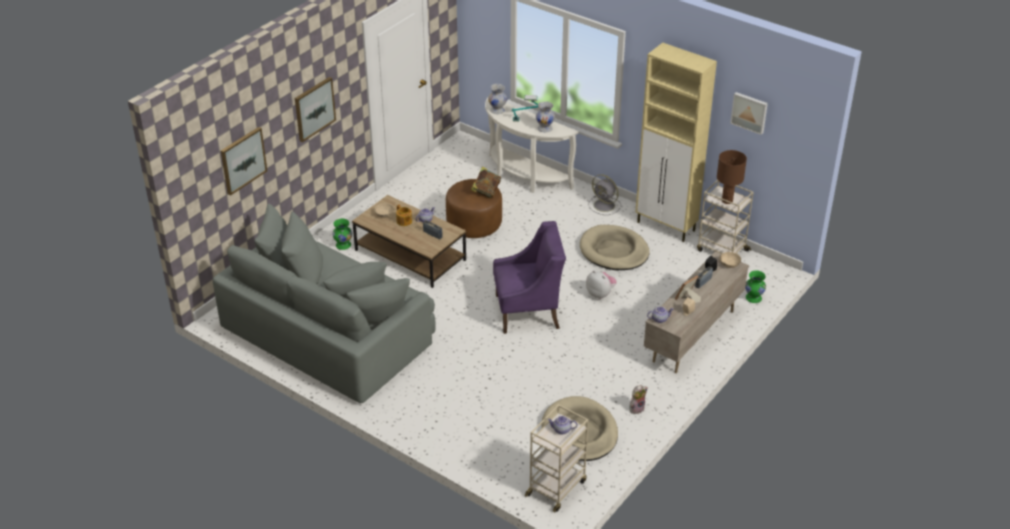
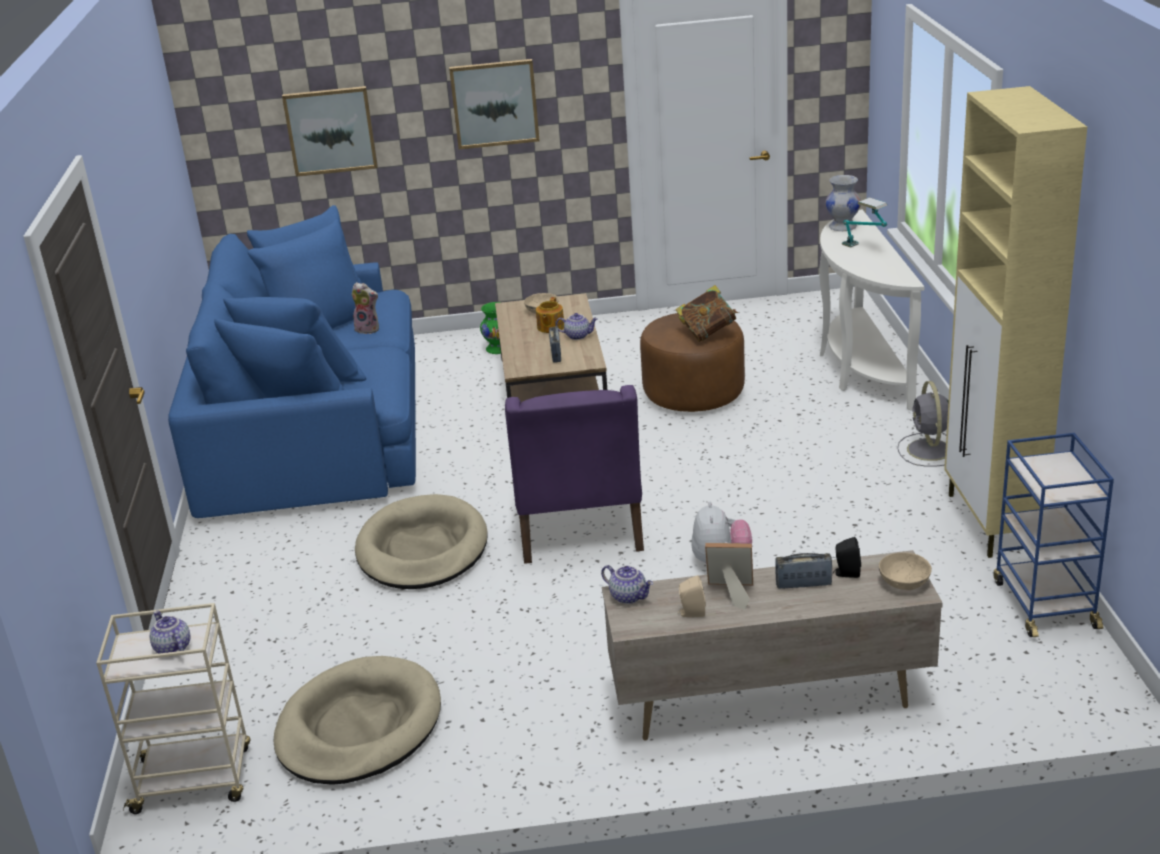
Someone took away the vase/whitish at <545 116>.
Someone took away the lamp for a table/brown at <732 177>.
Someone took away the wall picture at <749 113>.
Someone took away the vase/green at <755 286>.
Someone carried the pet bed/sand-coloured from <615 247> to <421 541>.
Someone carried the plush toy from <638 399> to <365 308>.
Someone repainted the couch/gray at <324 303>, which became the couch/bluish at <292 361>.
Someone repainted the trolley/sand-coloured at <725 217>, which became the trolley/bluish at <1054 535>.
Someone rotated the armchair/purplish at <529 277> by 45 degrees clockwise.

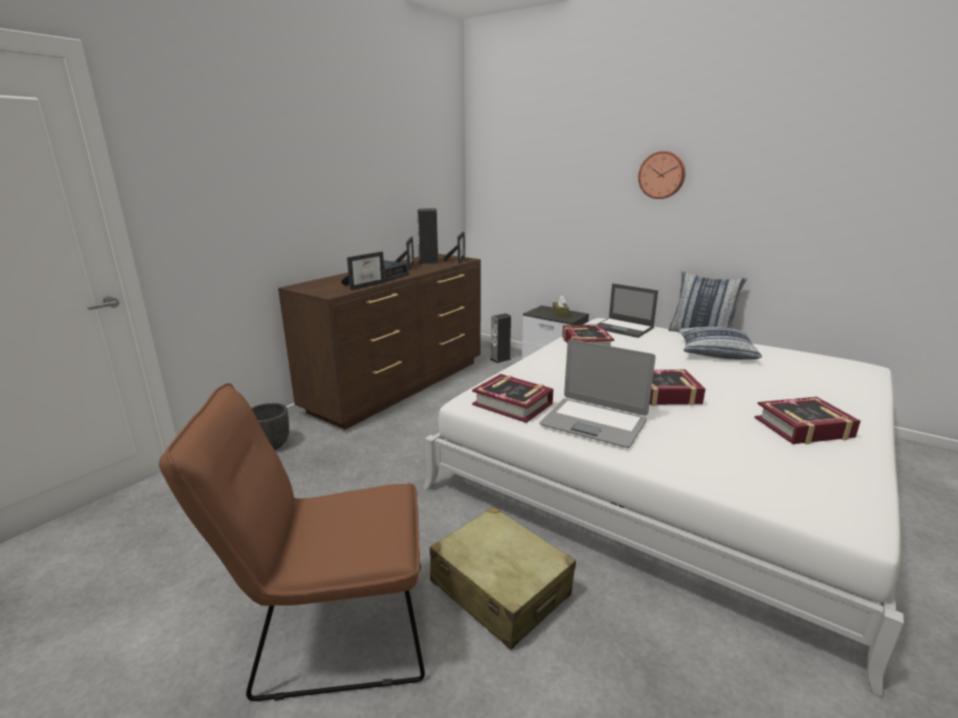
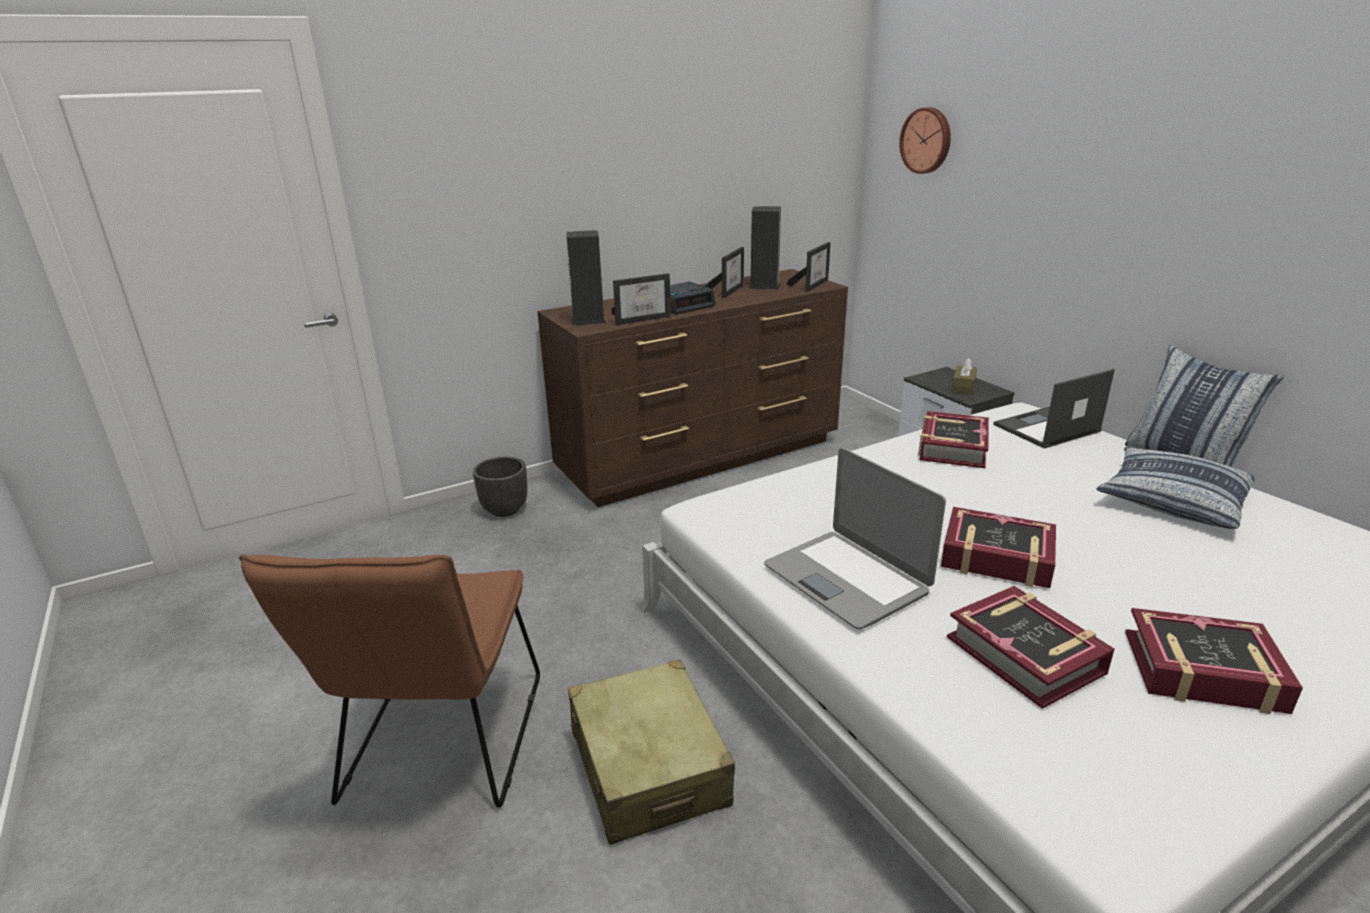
Someone carried the bound book from <512 398> to <1031 647>.
Someone carried the audio speaker from <500 338> to <586 278>.
Someone carried the wall clock from <661 175> to <925 140>.
Someone rotated the plain chair/brown at <292 542> by 105 degrees counterclockwise.
Someone rotated the notebook computer at <628 310> by 90 degrees clockwise.

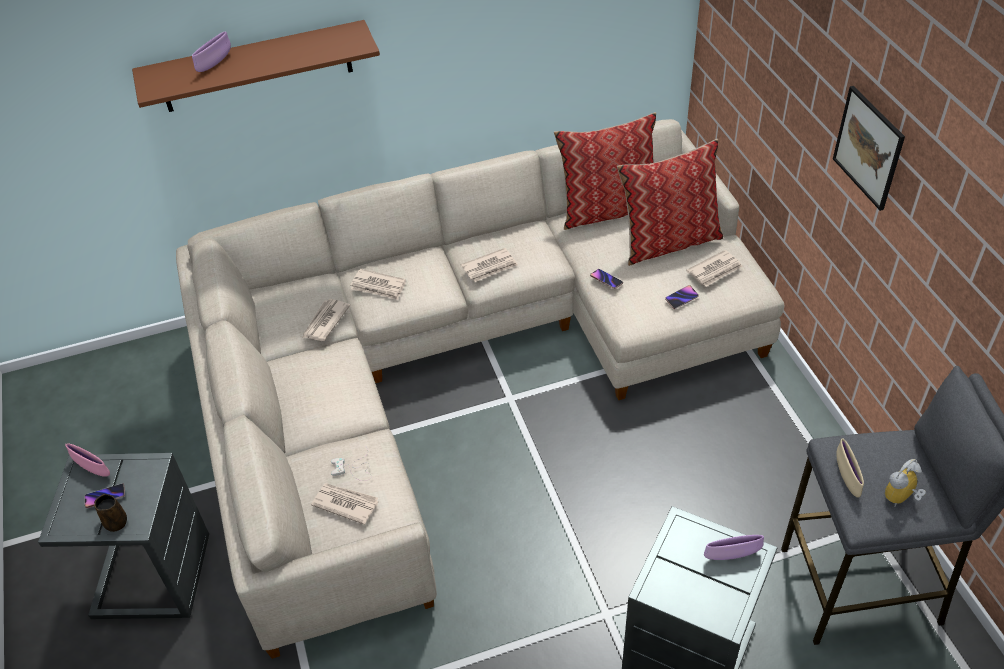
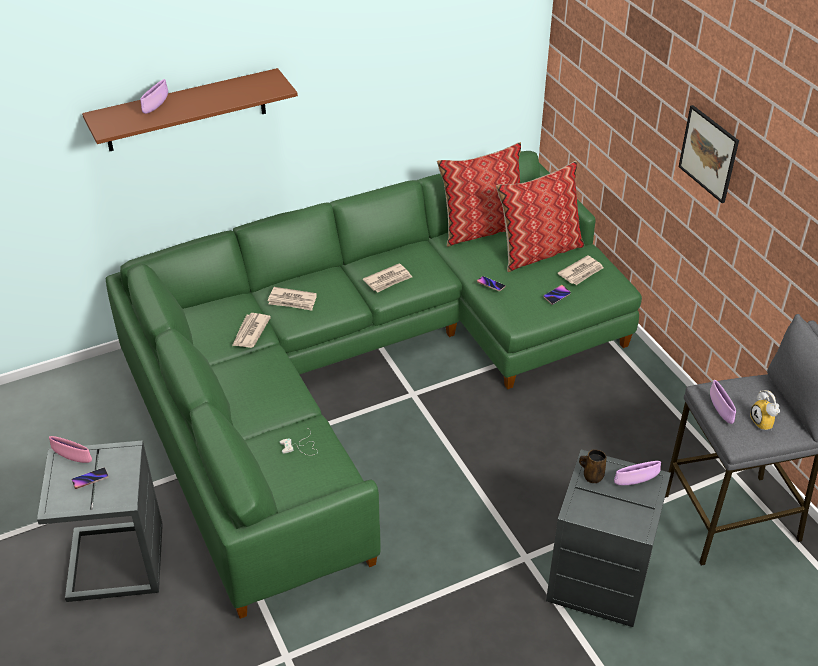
Someone took away the printed paper at <344 504>.
Someone carried the mug/brown from <110 513> to <592 466>.
Someone repainted the couch/sand-coloured at <480 389>, which became the couch/green at <374 385>.
Someone repainted the bowl/sand-coloured at <850 468>, which became the bowl/purplish at <723 402>.
Someone rotated the alarm clock at <905 482> by 60 degrees counterclockwise.

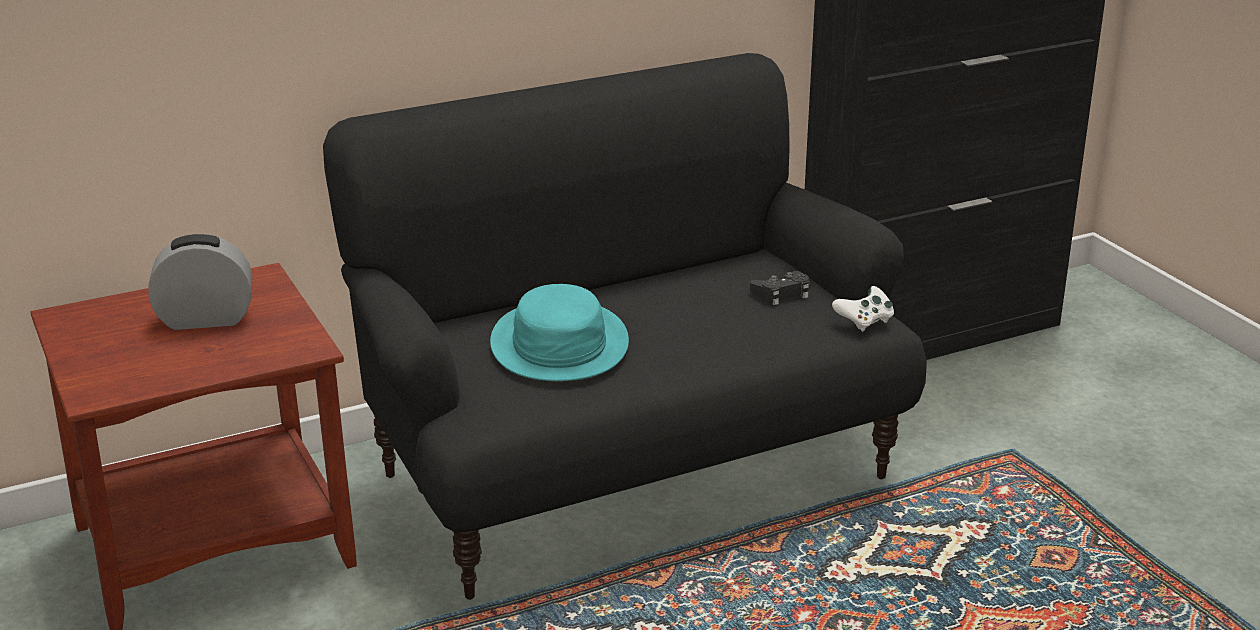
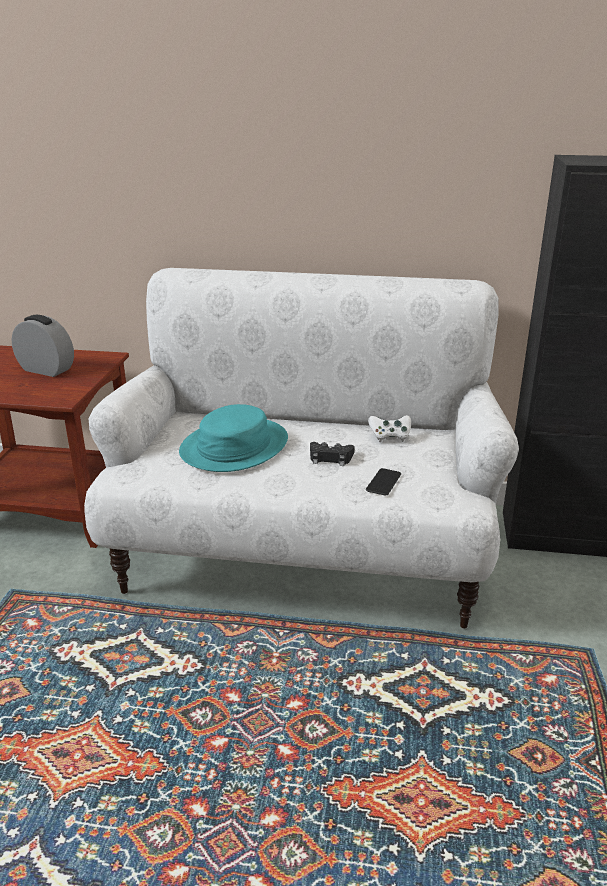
Someone put down the phone at <383 482>.
Someone carried the game controller/black from <780 288> to <332 454>.
Someone carried the game controller/whitish from <863 309> to <389 428>.
Someone repainted the couch/black at <625 326>, which became the couch/whitish at <301 448>.

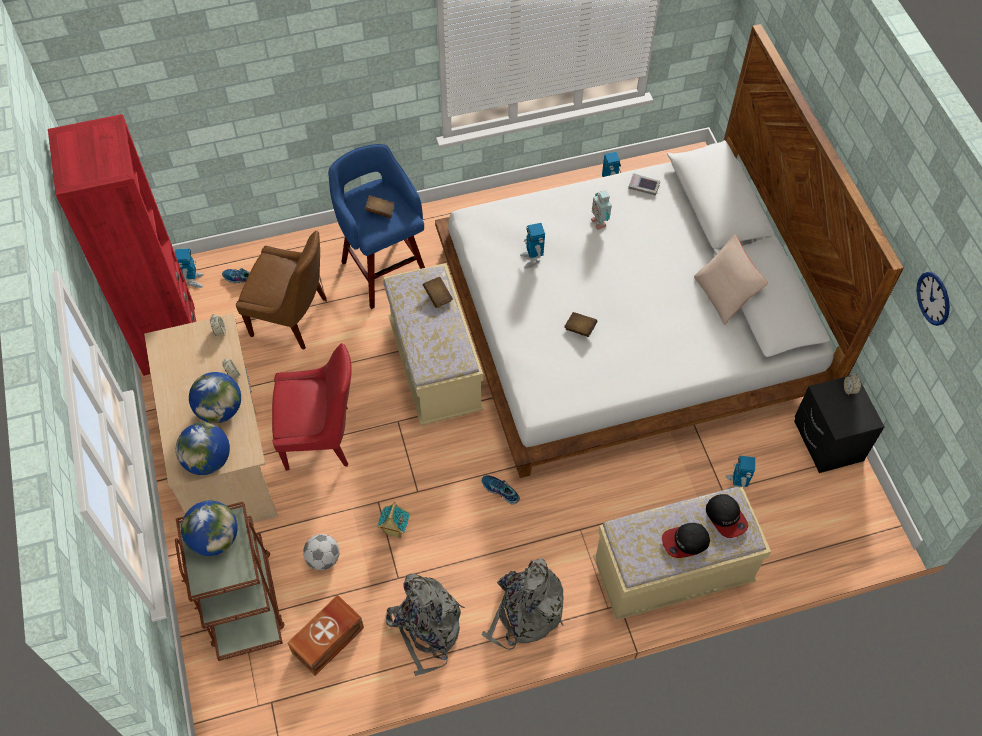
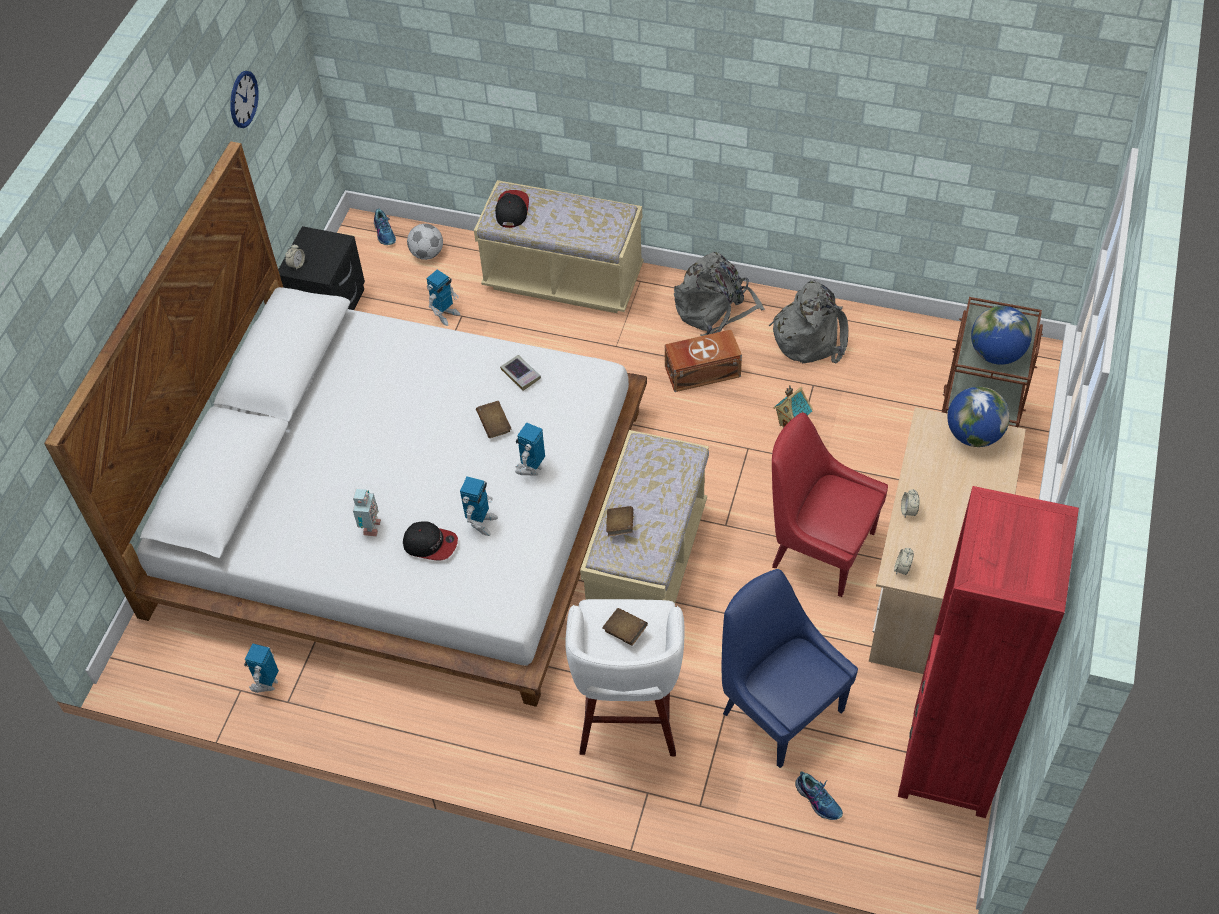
Someone took away the globe at <215 397>.
Someone took away the cushion/sand-coloured at <731 279>.
Someone carried the robot figure from <189 268> to <530 449>.
Someone carried the storage container/brown from <326 635> to <703 360>.
Someone carried the football from <321 552> to <425 242>.
Someone carried the shoe from <501 490> to <385 226>.
Someone carried the bound book from <644 184> to <520 373>.
Someone carried the peaked cap from <686 540> to <430 541>.
Someone repainted the plain chair/brown at <281 290>, which became the plain chair/bluish at <790 668>.
Someone repainted the sitting stool/bluish at <376 226>, which became the sitting stool/whitish at <625 677>.

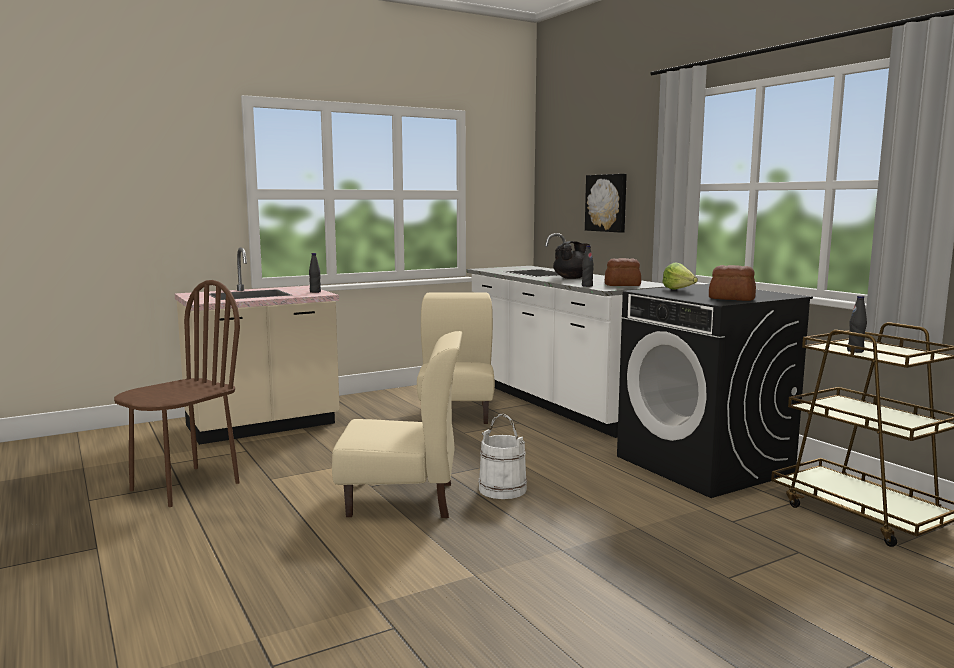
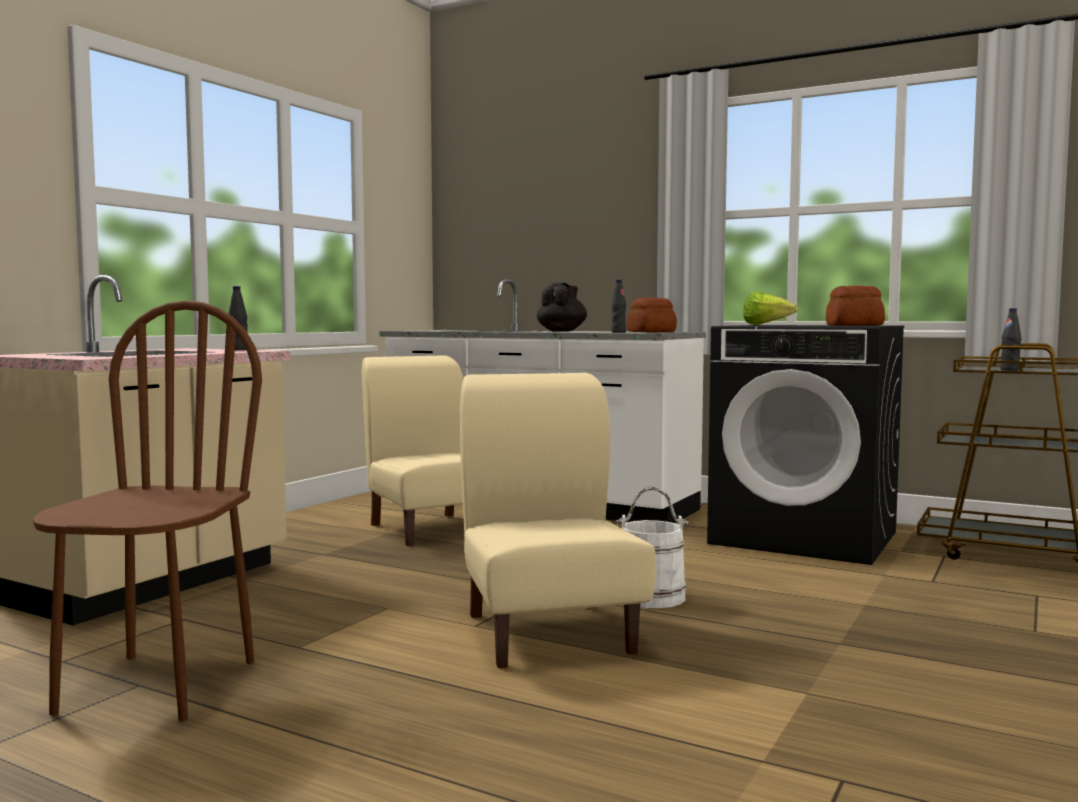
Someone took away the wall picture at <606 203>.
Someone rotated the plain chair/sand-coloured at <397 424> by 75 degrees counterclockwise.

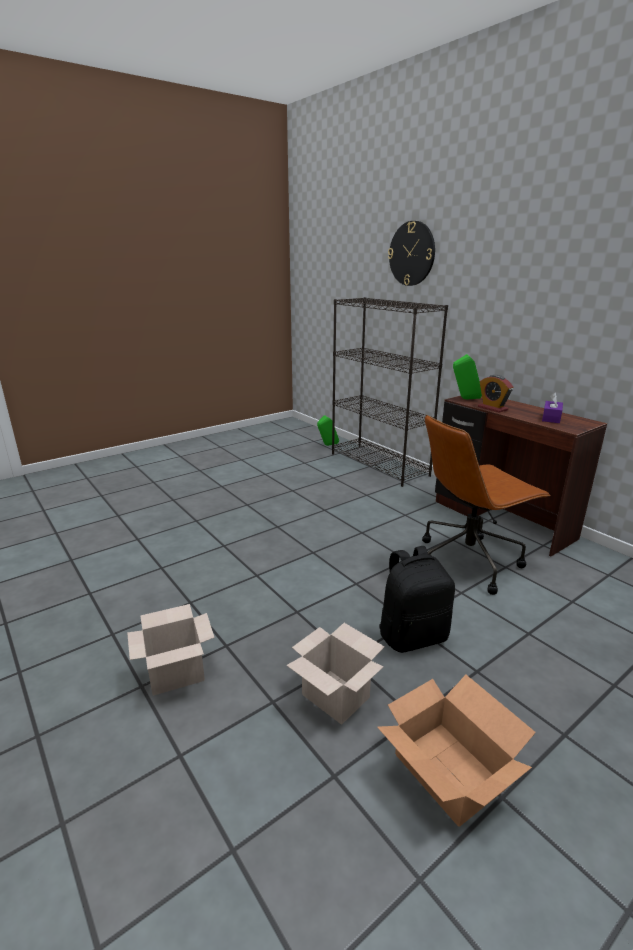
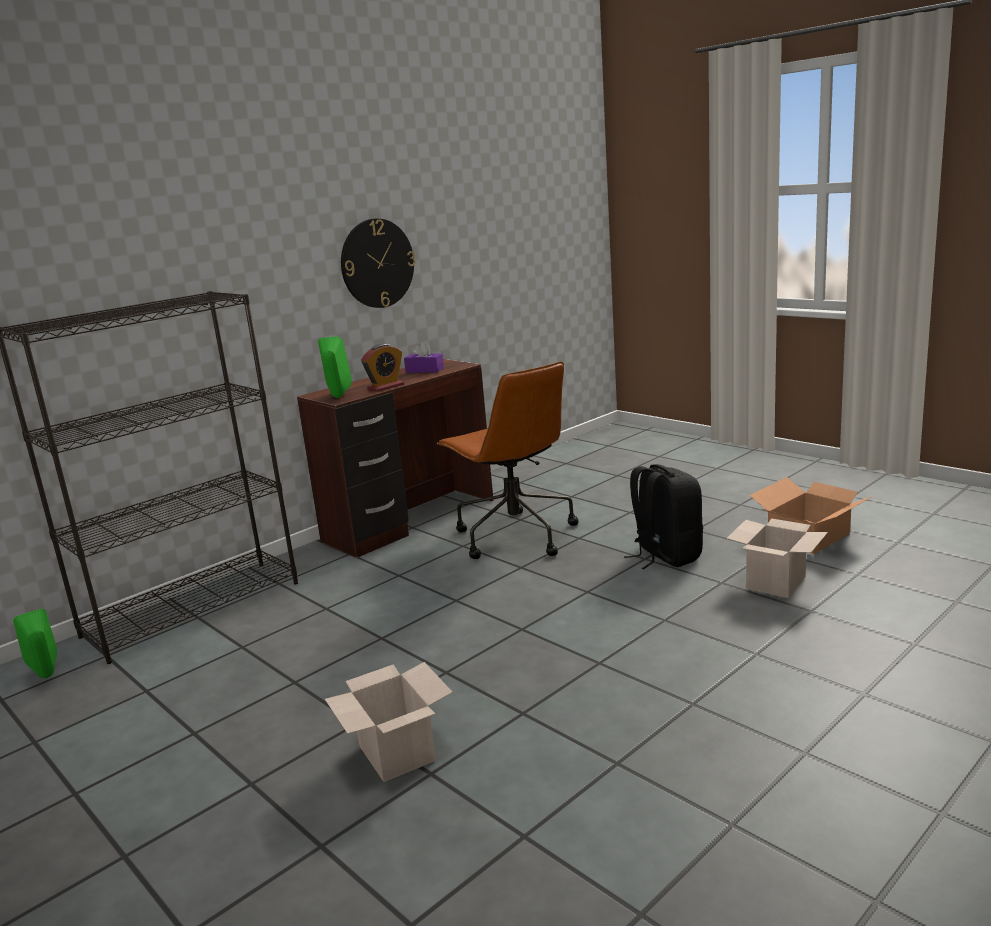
Someone carried the carton from <171 650> to <389 722>.
Someone carried the wall clock from <411 253> to <378 263>.

